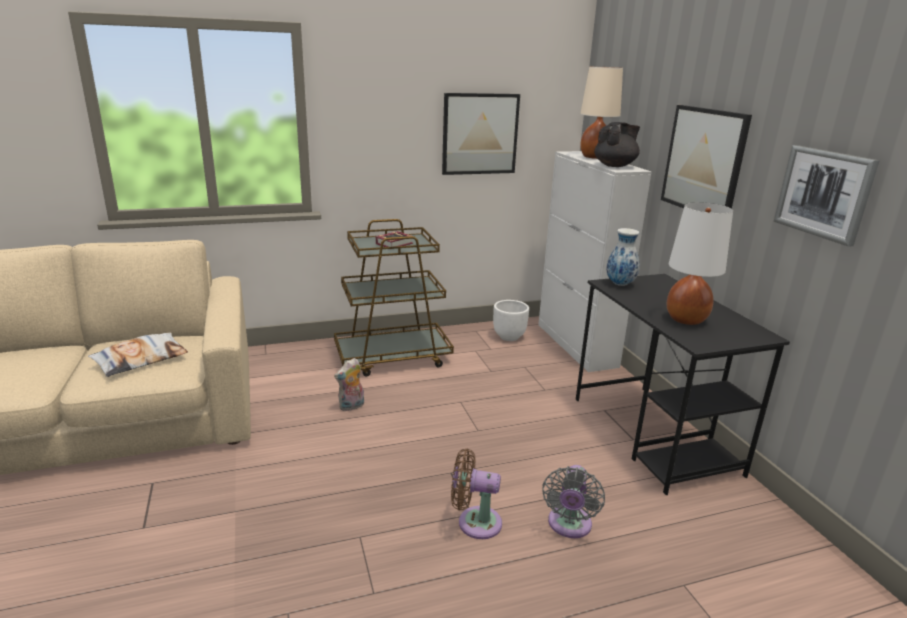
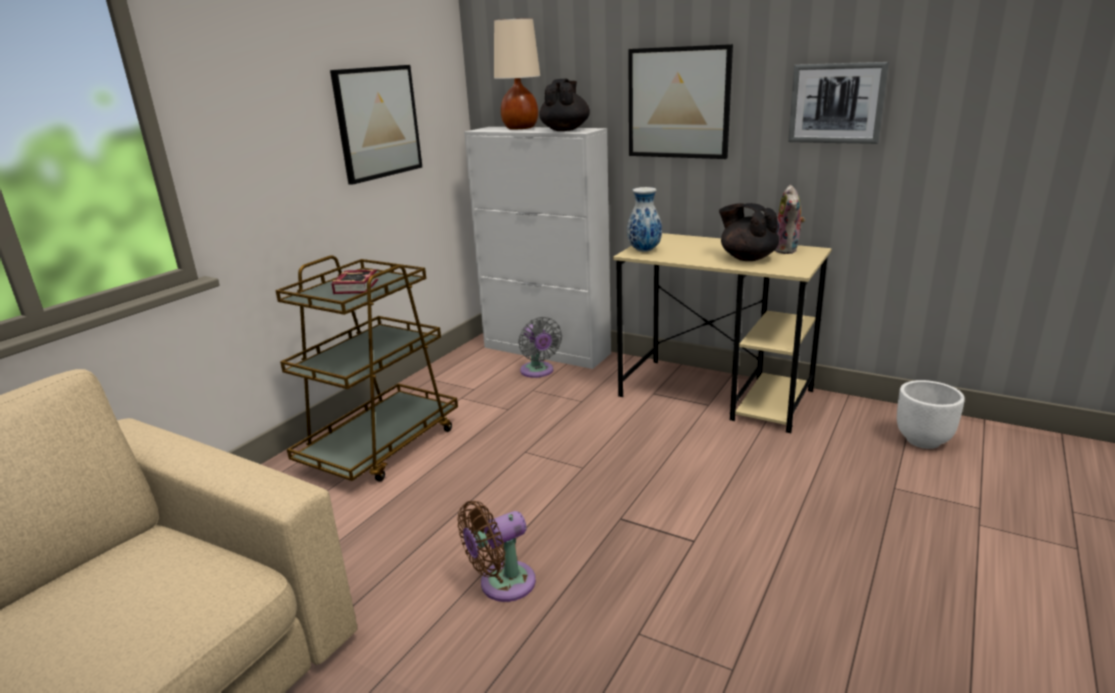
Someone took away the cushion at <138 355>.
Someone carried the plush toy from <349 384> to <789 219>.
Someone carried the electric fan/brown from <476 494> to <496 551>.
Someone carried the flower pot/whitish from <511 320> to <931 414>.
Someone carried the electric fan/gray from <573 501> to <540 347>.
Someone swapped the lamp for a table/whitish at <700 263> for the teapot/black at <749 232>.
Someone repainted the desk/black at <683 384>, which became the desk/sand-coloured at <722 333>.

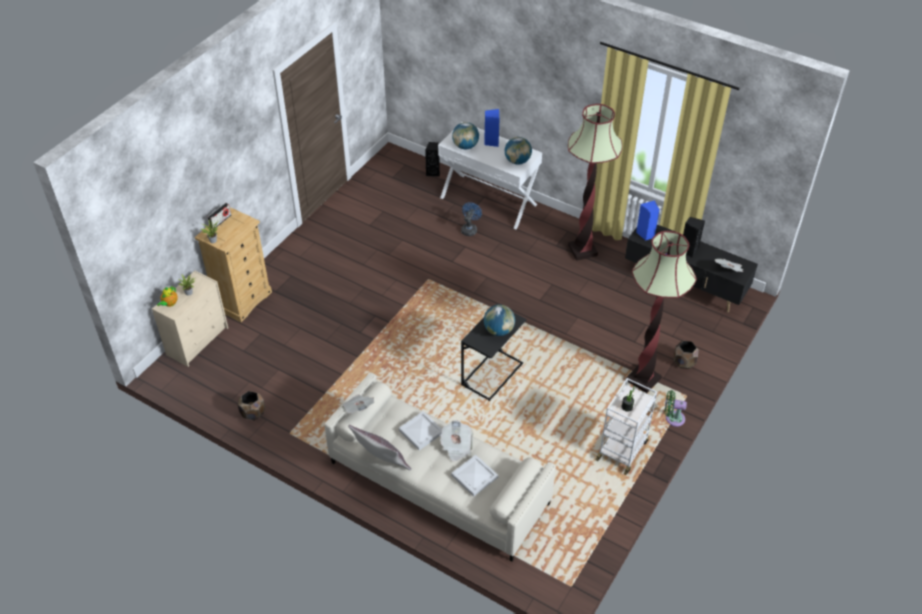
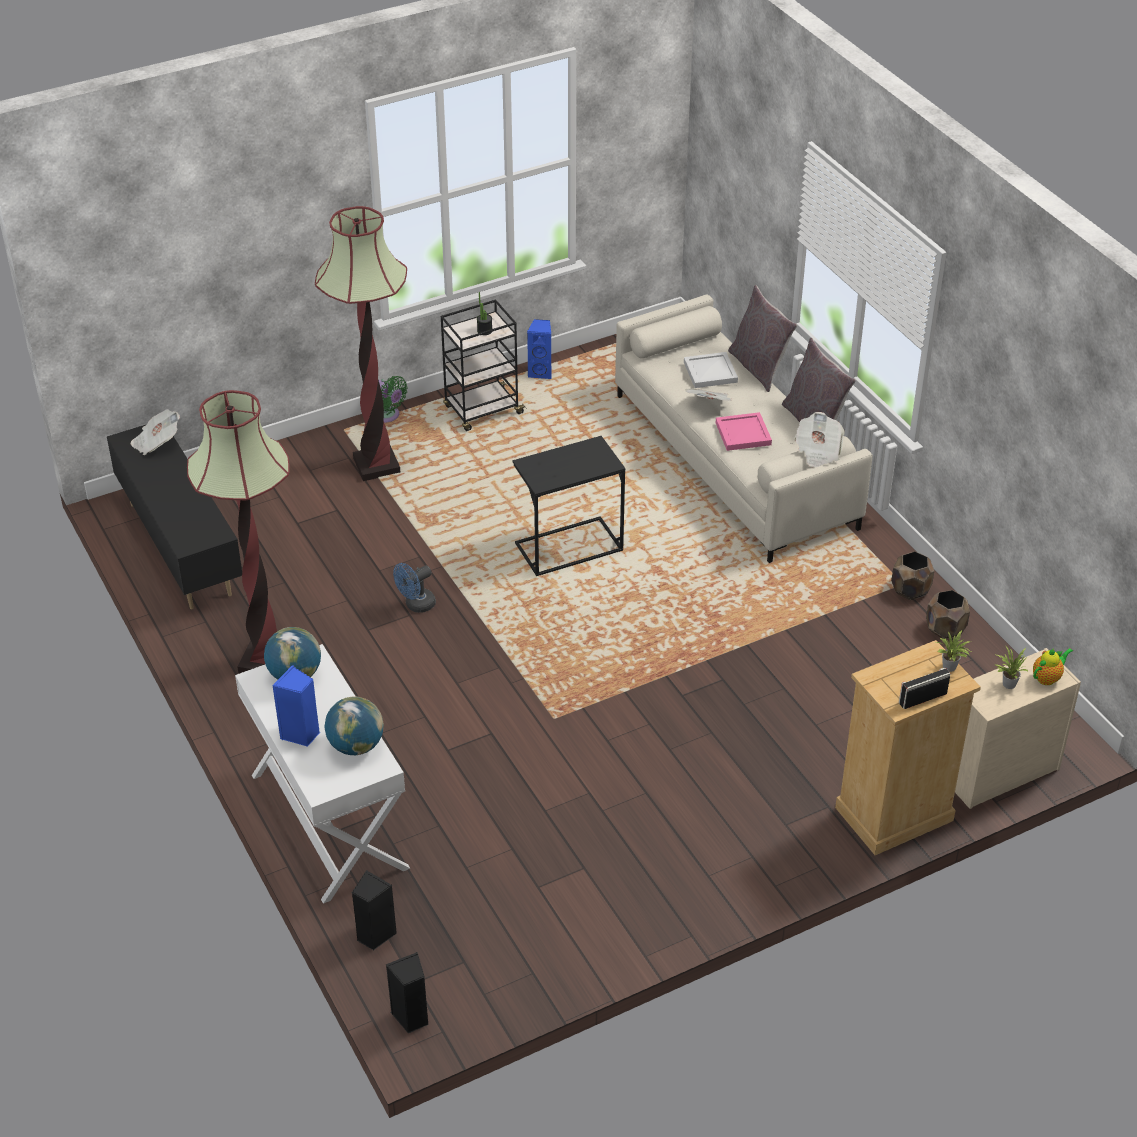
Someone took away the globe at <499 320>.
Someone put down the cushion/gray at <762 338>.
Someone carried the electric fan/bluish from <471 219> to <414 588>.
Someone carried the audio speaker/bluish from <648 220> to <539 349>.
Someone carried the flower pot/brown from <686 355> to <912 575>.
Someone carried the audio speaker/black from <694 237> to <407 992>.
Someone repainted the carrying tray/whitish at <420 430>, which became the carrying tray/pink-coloured at <744 431>.
Someone repainted the trolley/whitish at <626 426>, which became the trolley/black at <484 365>.

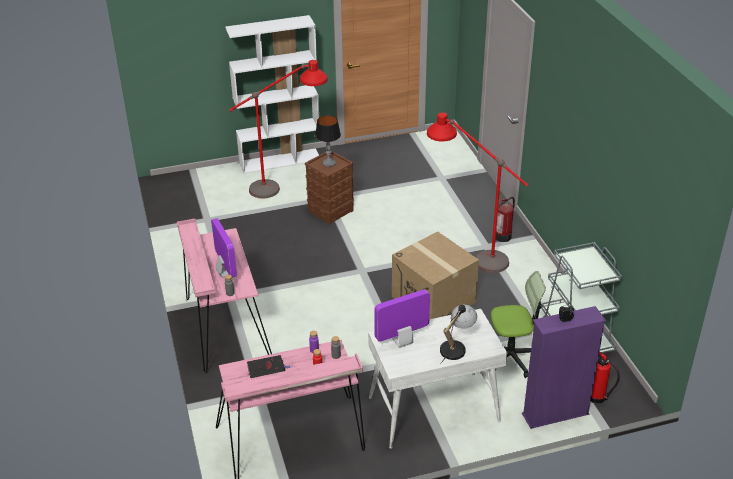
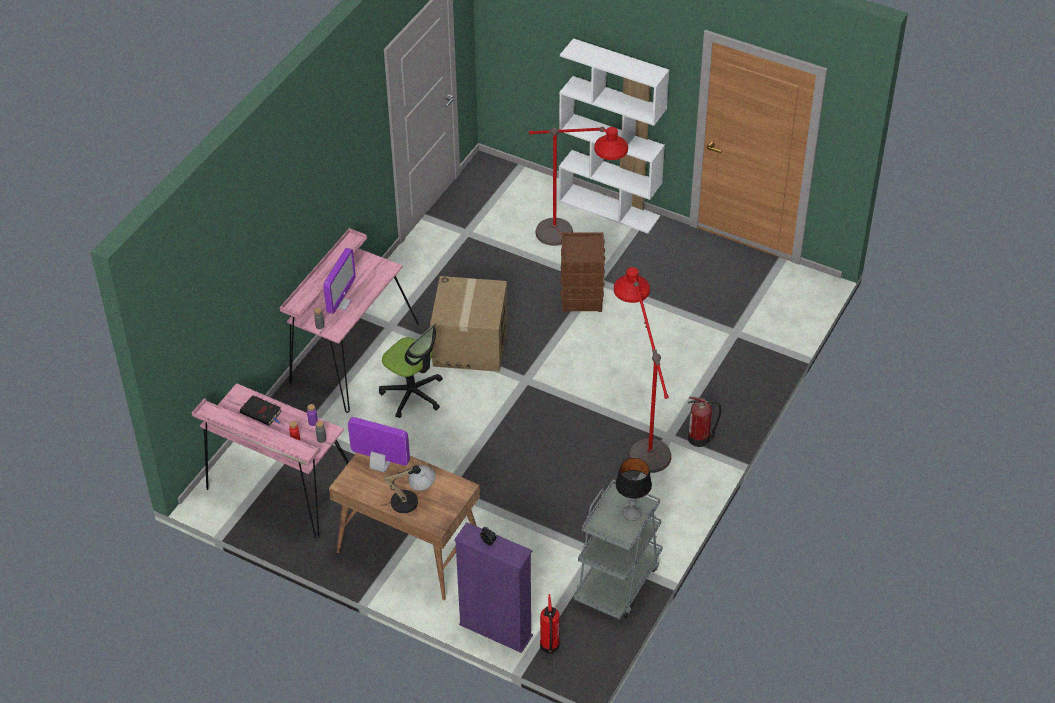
Someone carried the lamp for a table from <328 141> to <634 489>.
Someone carried the carton from <435 275> to <469 324>.
Someone carried the office chair from <518 324> to <411 370>.
Someone repainted the desk/whitish at <437 378>, which became the desk/brown at <404 526>.

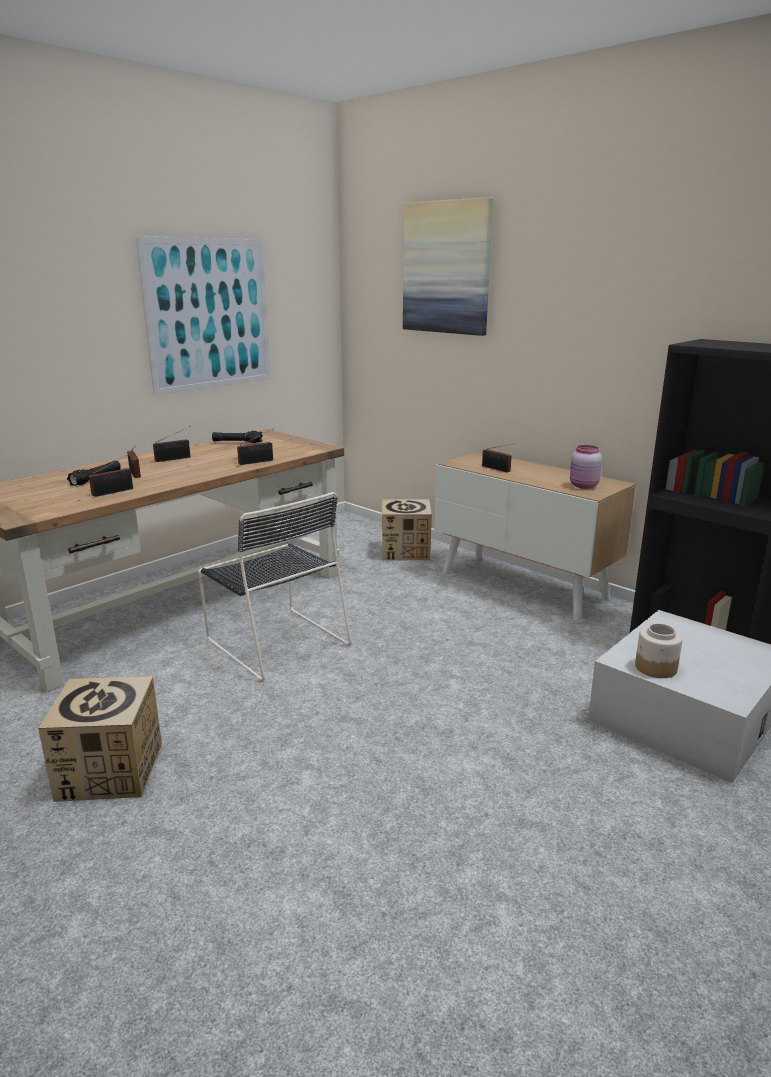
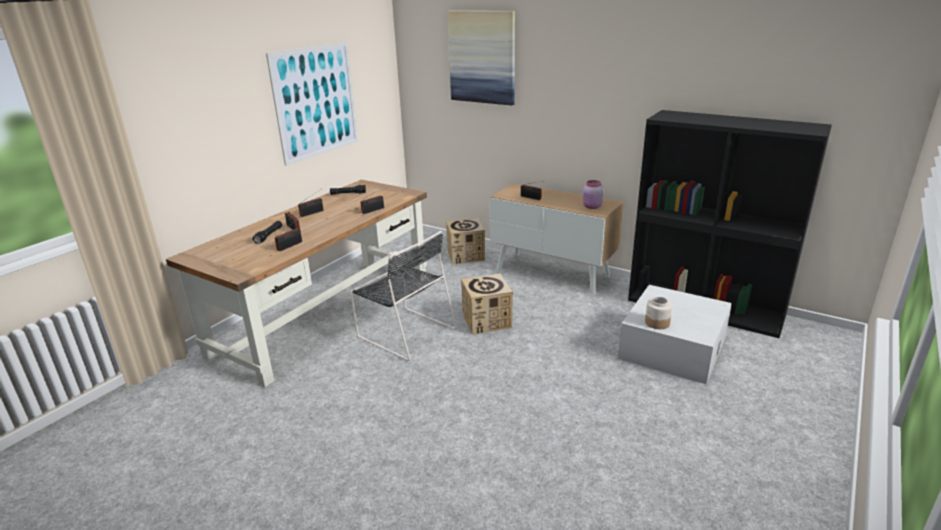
Someone carried the carton from <100 739> to <487 304>.

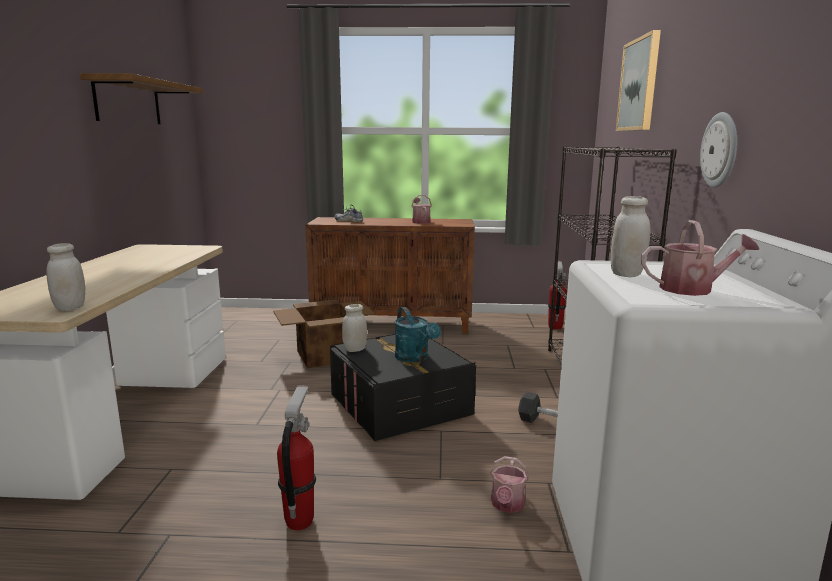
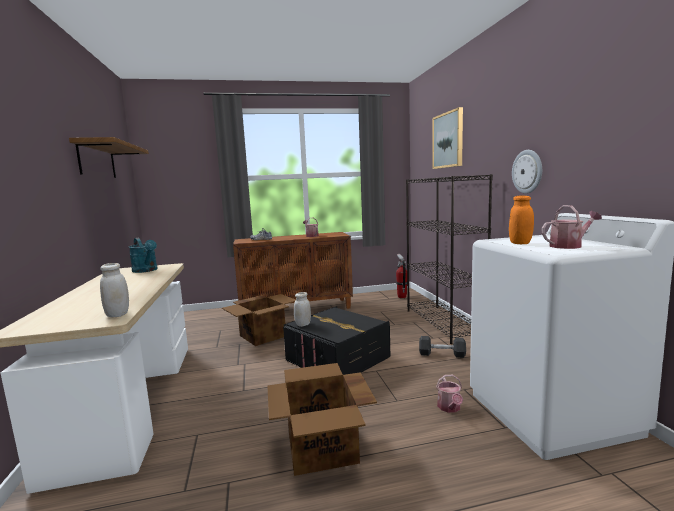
Someone carried the sprinkling can/turquoise from <418 334> to <143 255>.
Someone swapped the fire-fighting cylinder at <296 457> for the carton at <322 419>.
Someone repainted the jar/whitish at <630 236>, which became the jar/orangey at <521 219>.

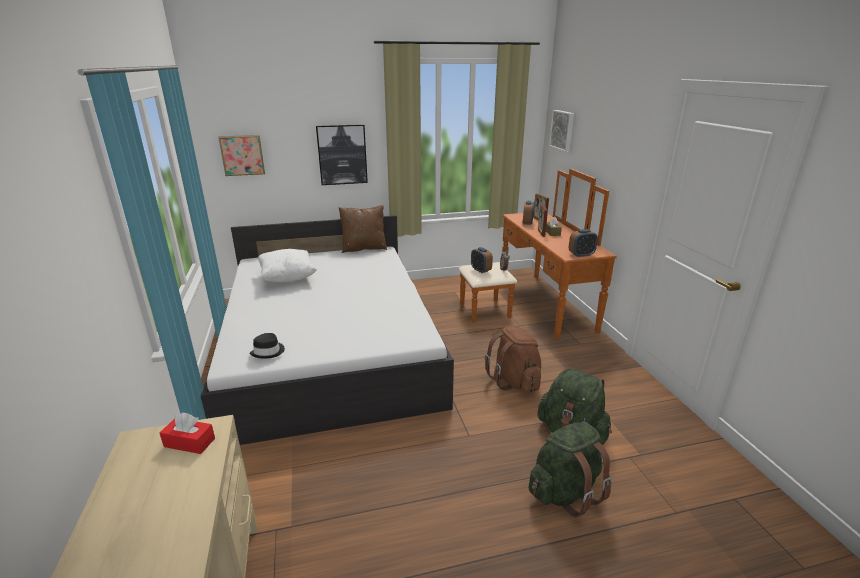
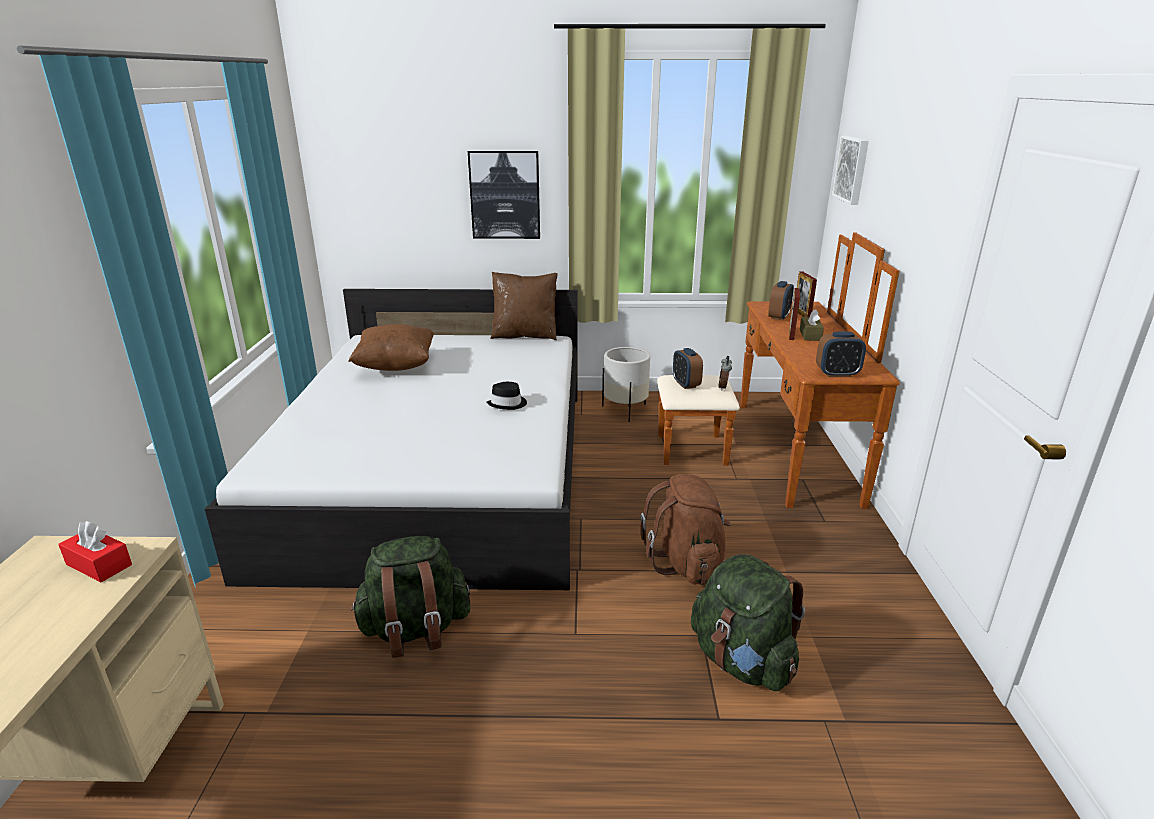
Someone took away the wall picture at <242 155>.
Someone put down the flower pot/whitish at <626 384>.
Someone carried the hat/black from <267 346> to <507 396>.
Someone carried the backpack/green from <570 470> to <410 597>.
Someone repainted the cushion/whitish at <287 265>, which became the cushion/brown at <391 347>.

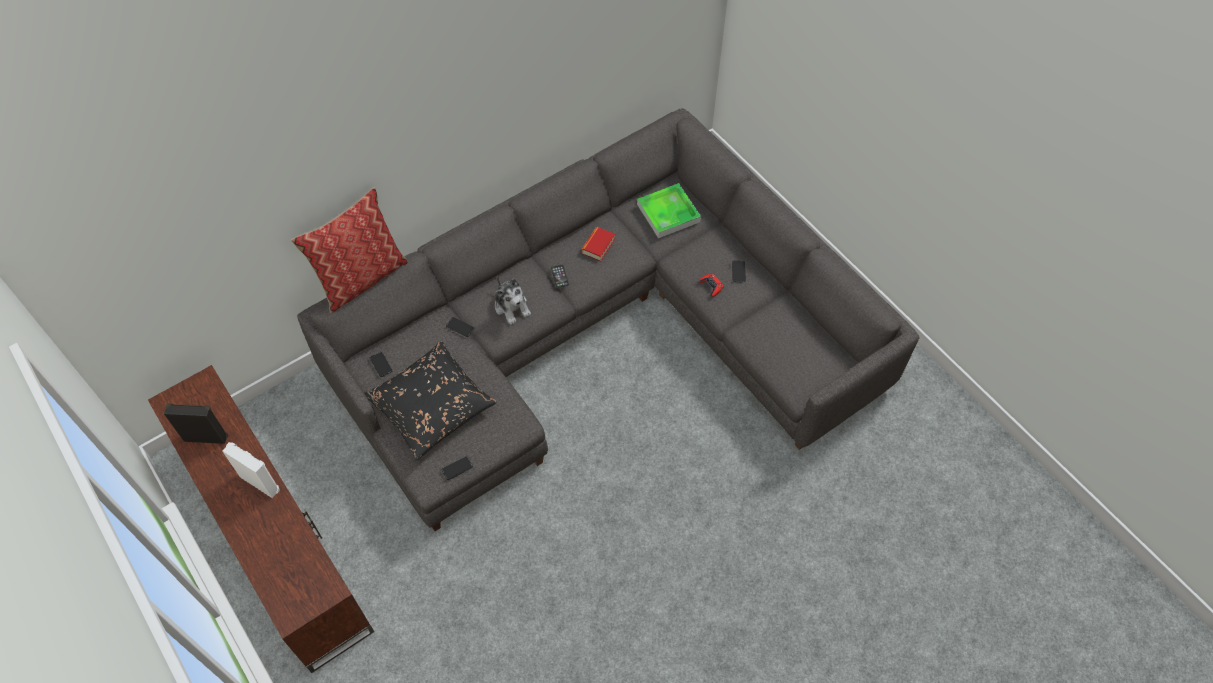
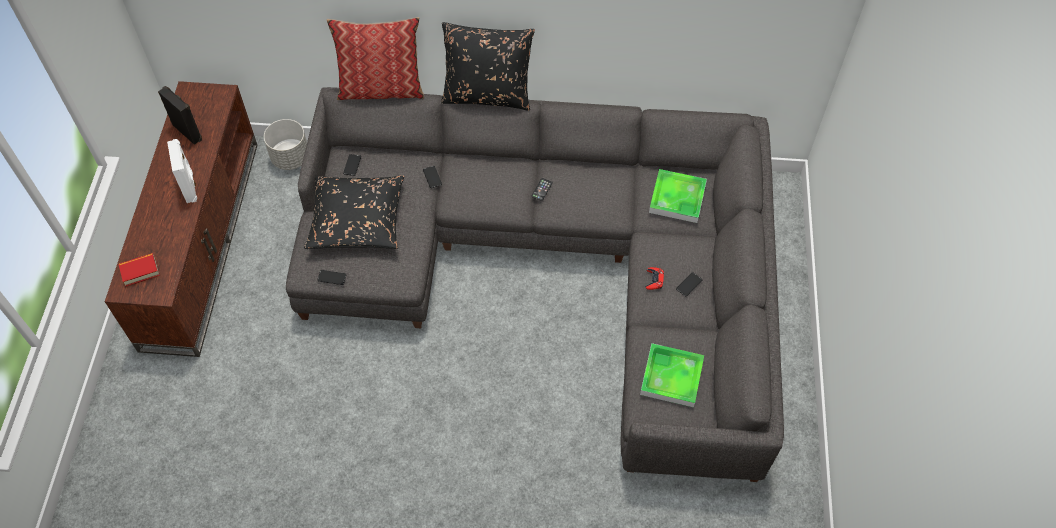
Someone took away the plush toy at <513 300>.
Someone put down the flower pot/gray at <285 144>.
Someone put down the cushion/black at <488 66>.
Someone put down the carrying tray at <672 375>.
Someone carried the bound book from <598 244> to <139 269>.

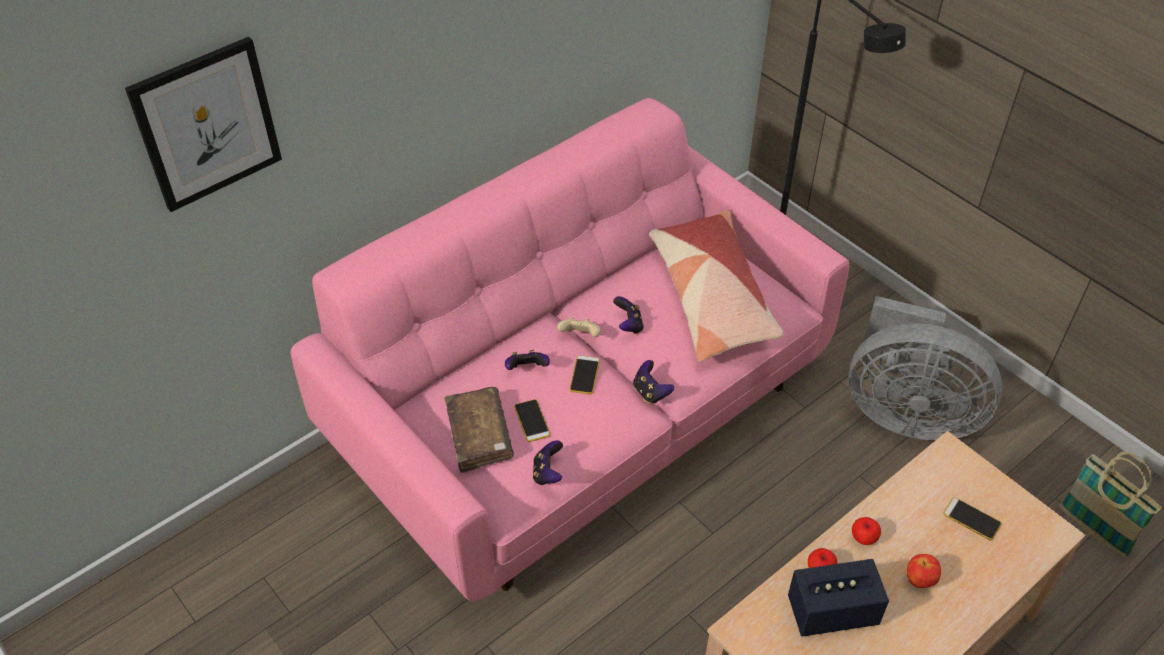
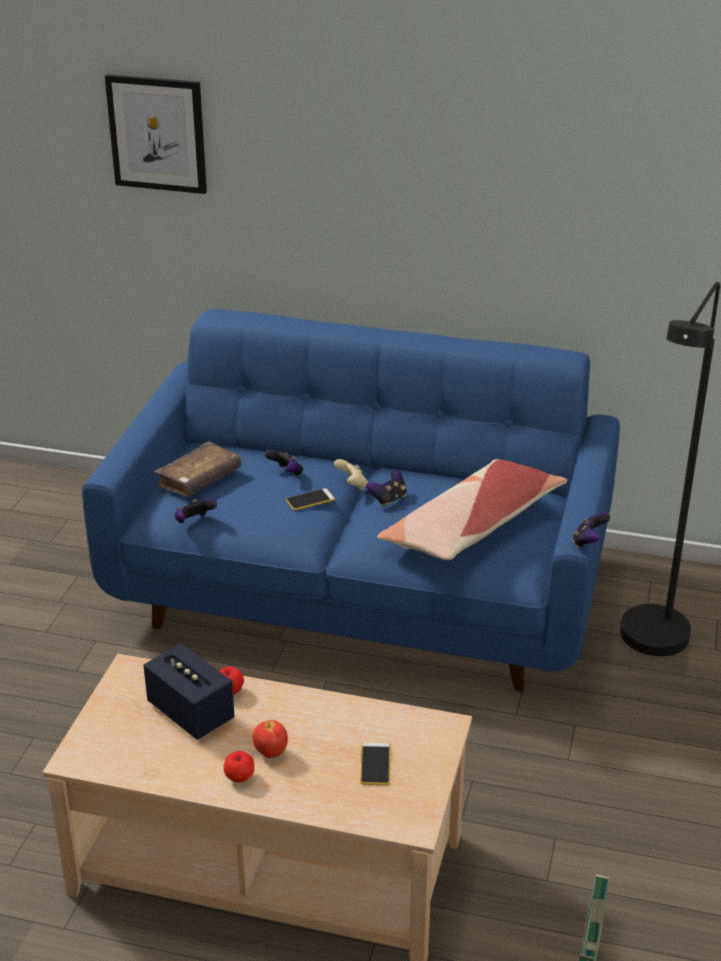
Someone took away the phone at <532 420>.
Someone took away the electric fan/gray at <925 368>.
Someone carried the game controller from <653 382> to <591 530>.
Someone carried the apple fruit from <866 531> to <239 767>.
Someone repainted the couch/pink-coloured at <570 349>, which became the couch/bluish at <351 500>.

